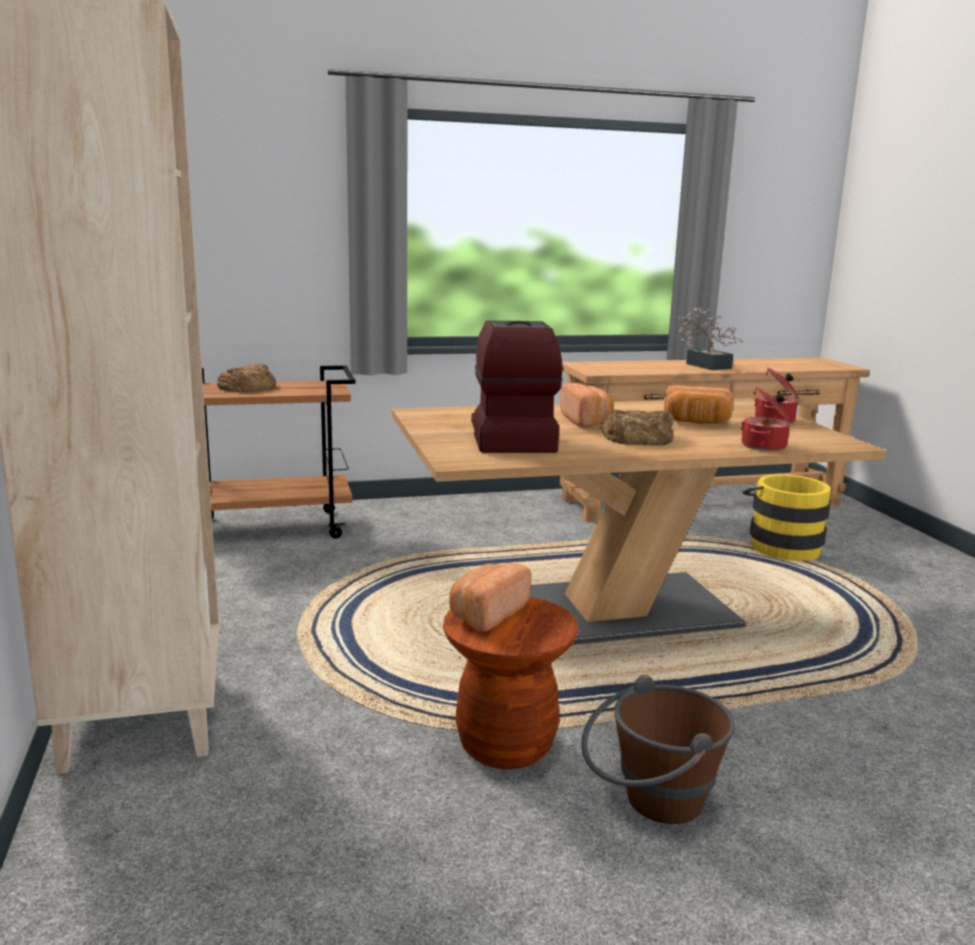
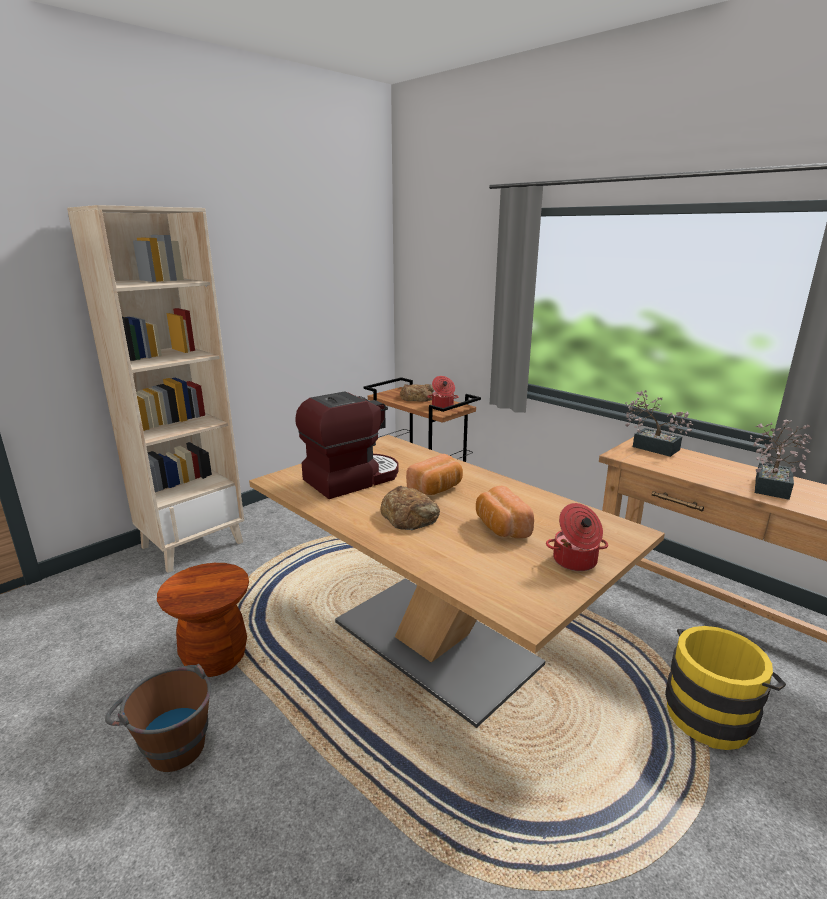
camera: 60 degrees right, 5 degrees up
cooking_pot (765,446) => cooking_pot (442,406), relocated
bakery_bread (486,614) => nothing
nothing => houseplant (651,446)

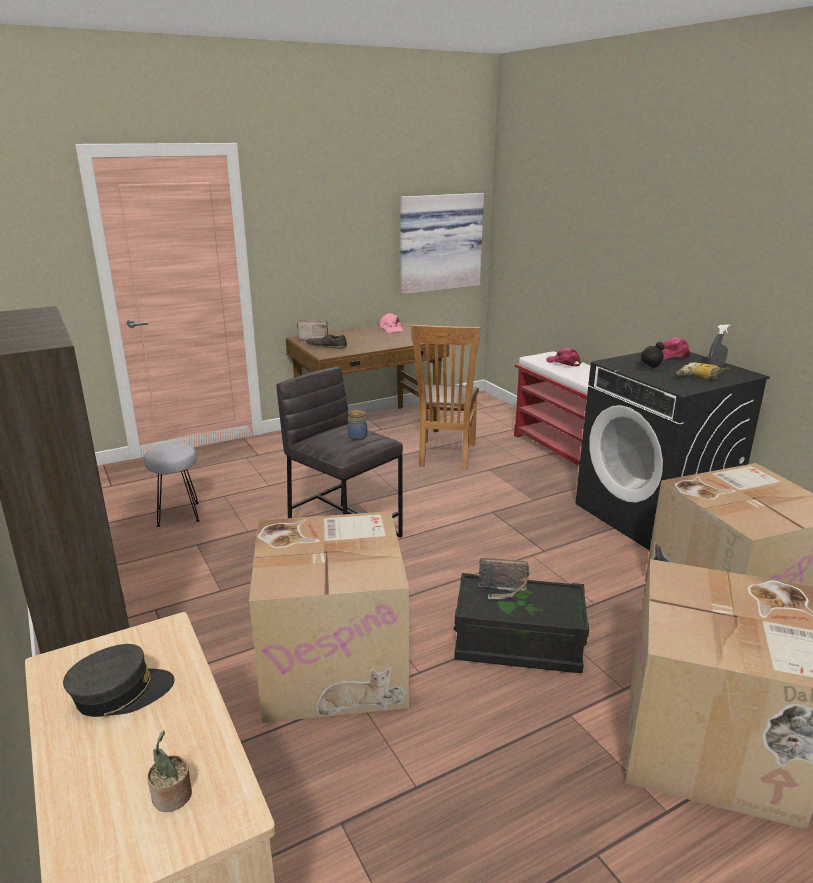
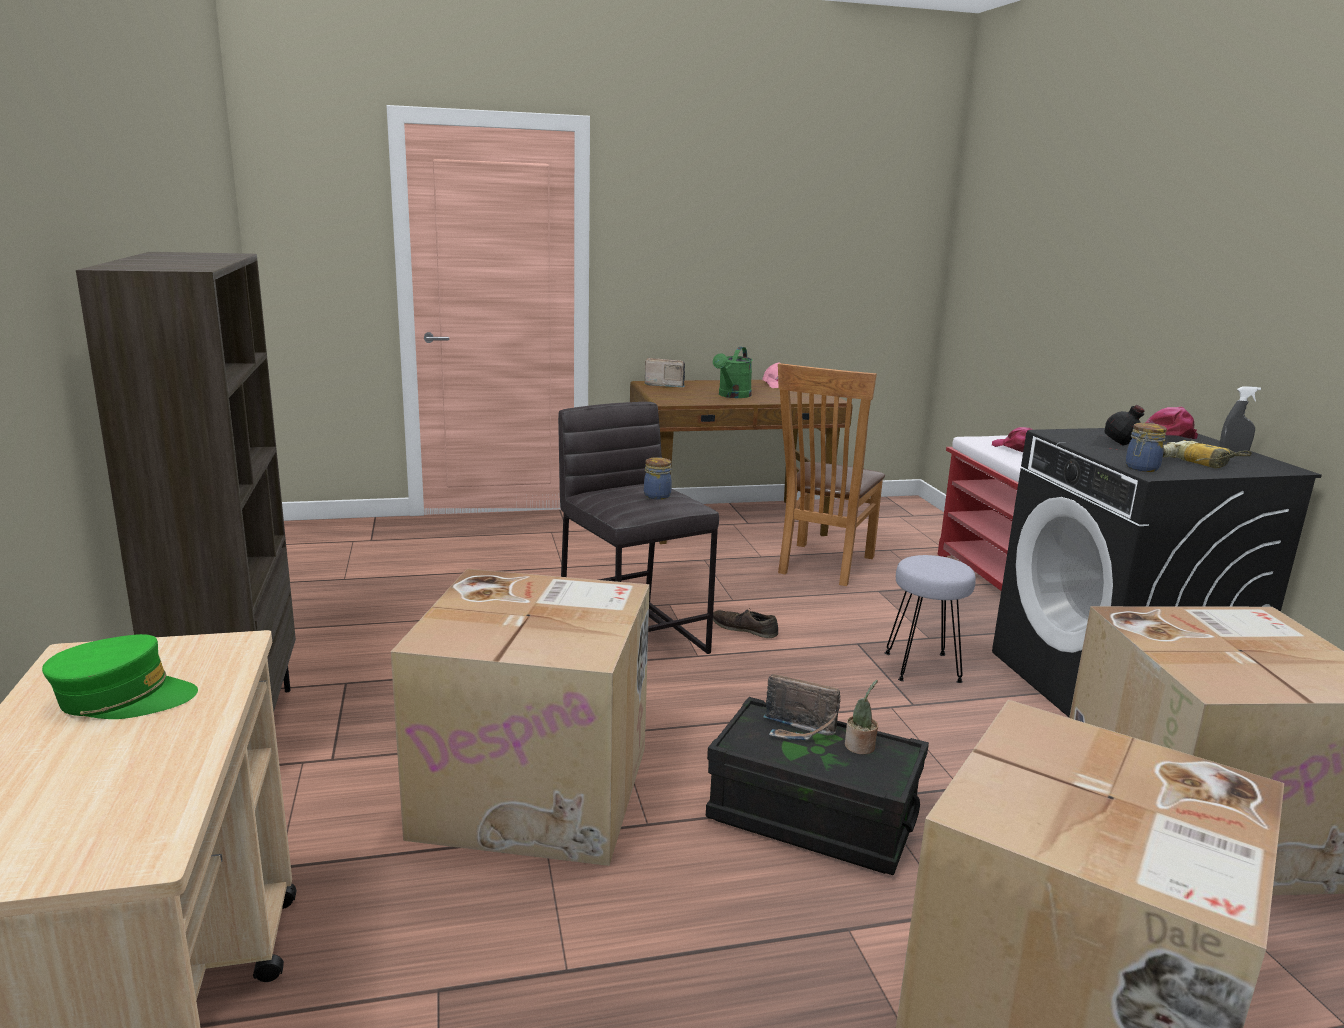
camera: 15 degrees right, 5 degrees down
wall_art (439,242) => nothing
brownish_shoe (326,346) => brownish_shoe (744,629), relocated
greyish_stool_seat (179,515) => greyish_stool_seat (923,667), relocated
greyish_baseball_cap (121,693) => green_baseball_cap (123,698)
houseplant (172,798) => houseplant (860,747), relocated
nothing => green_sprinkling_can (732,396)
nothing => storage_jar (1141,468)

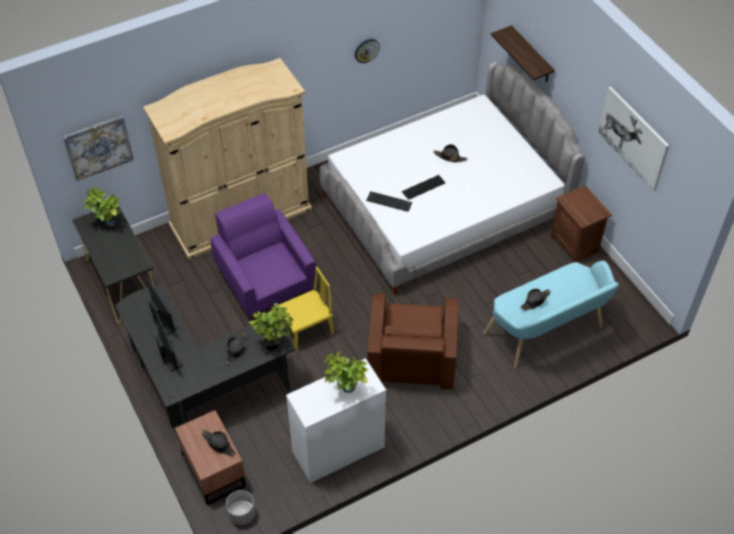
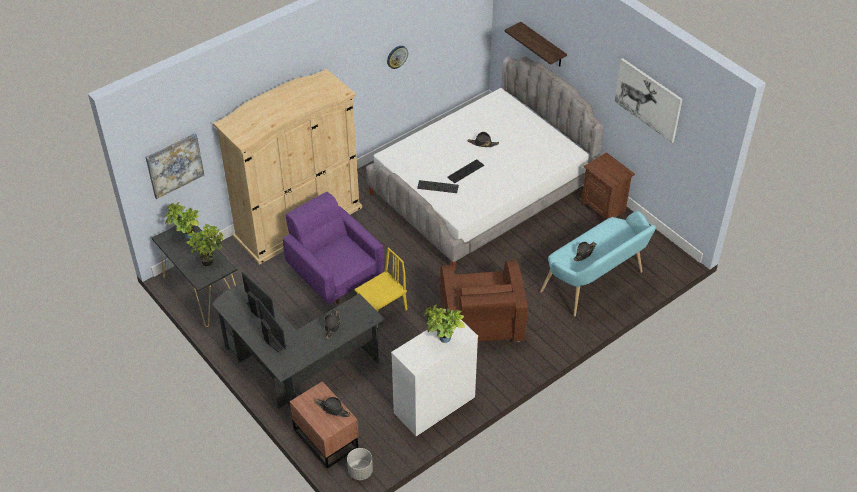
camera: 10 degrees left, 5 degrees down
houseplant (274,343) => houseplant (209,261), relocated

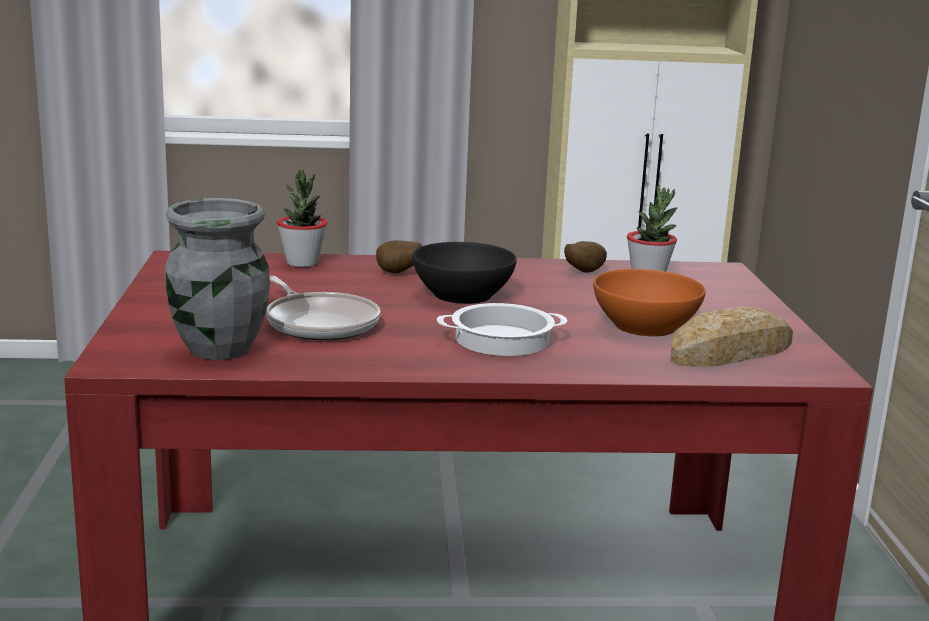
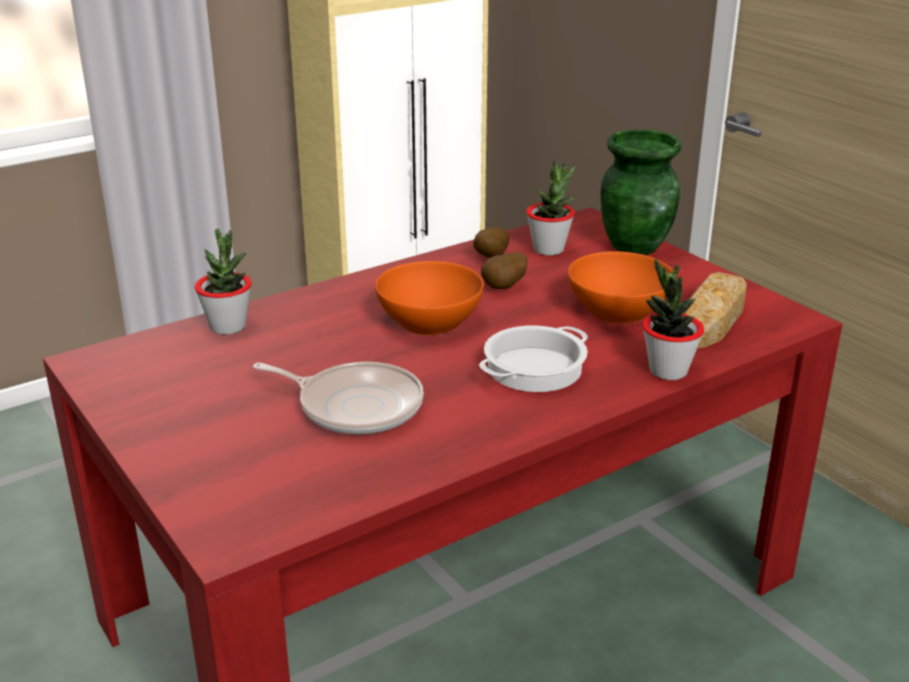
camera: 30 degrees left, 10 degrees up
greyish_decorative_vase (218,350) => nothing
spud (398,273) => spud (504,288), relocated
black_bowl (462,294) => orange_bowl (429,321)
nothing => green_decorative_vase (636,246)
nothing => houseplant (668,371)

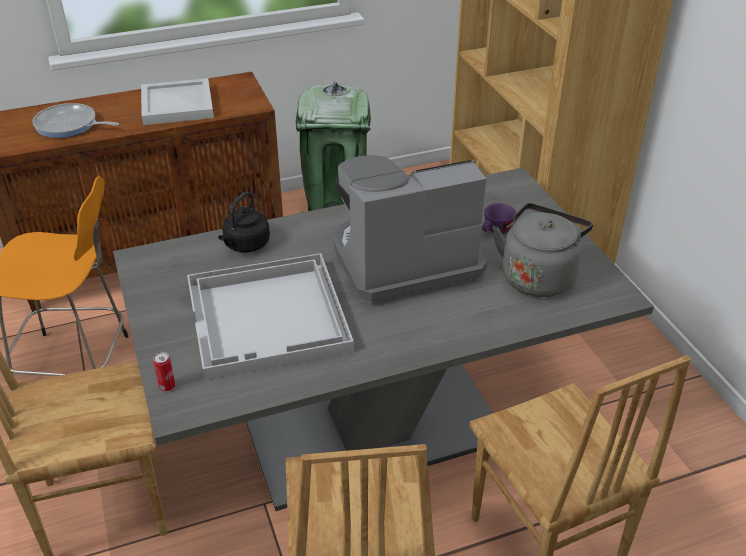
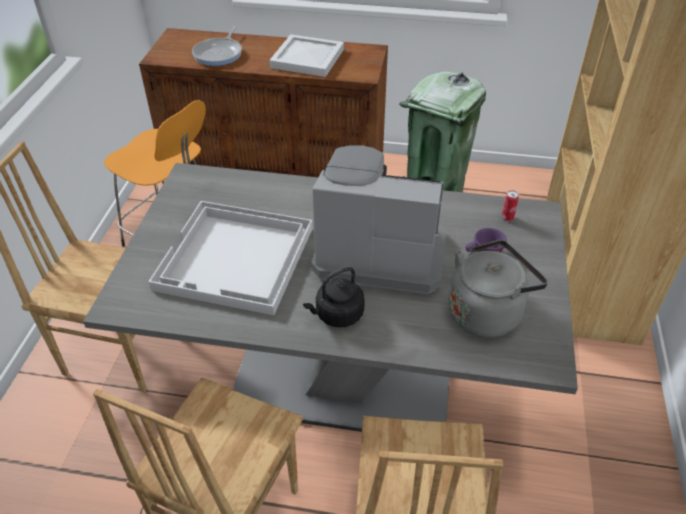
camera: 30 degrees right, 5 degrees up
skillet (69,126) => skillet (219,54), 120 degrees counterclockwise
black_water_kettle (245,245) => black_water_kettle (337,315), relocated
can (167,387) => can (507,218), relocated

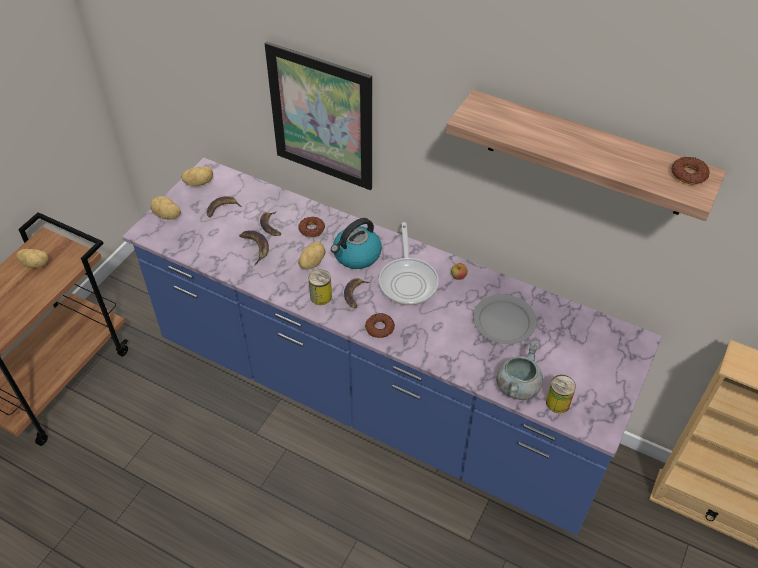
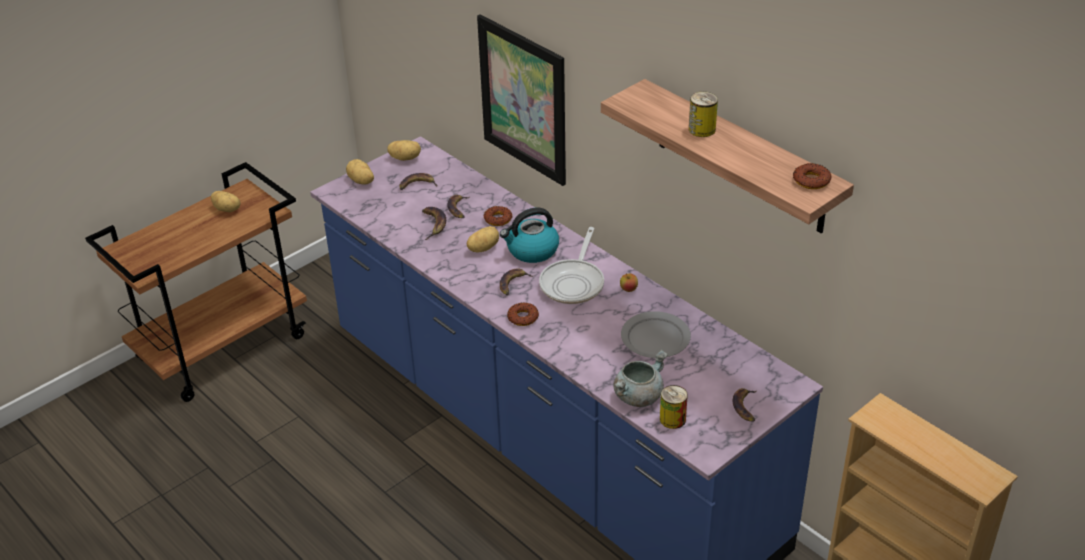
camera: 20 degrees right, 10 degrees down
can (321,296) => can (702,129), relocated
nothing => banana_fruit (745,407)

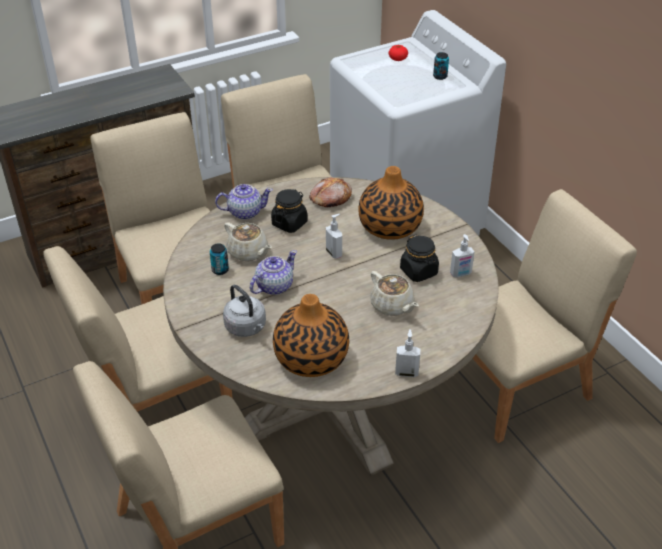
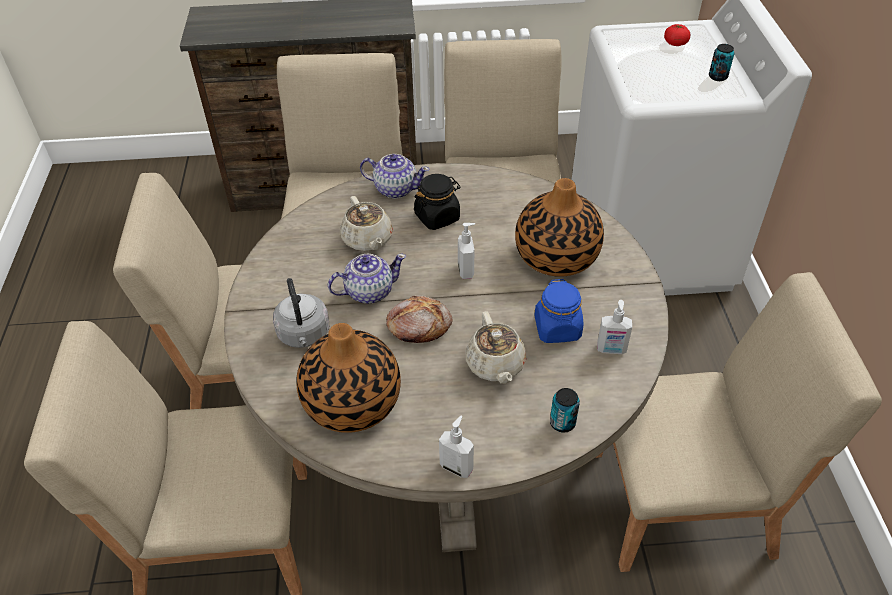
camera: 25 degrees right, 5 degrees up
bakery_bread (330,198) => bakery_bread (418,325), relocated
black_storage_jar (419,271) => blue-coloured_storage_jar (557,329)
can (220,270) => can (562,423), relocated

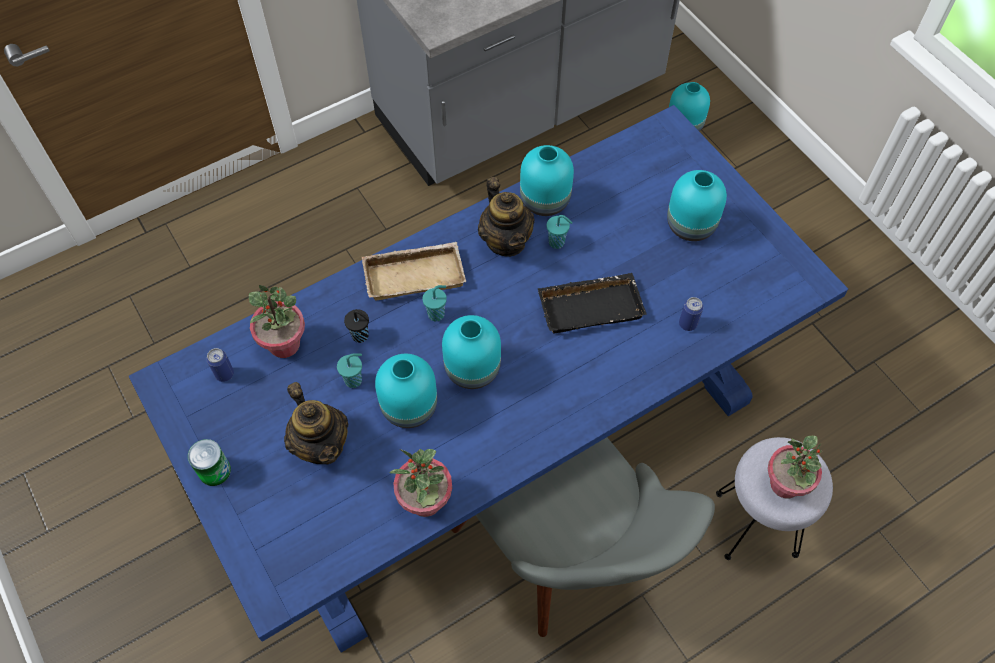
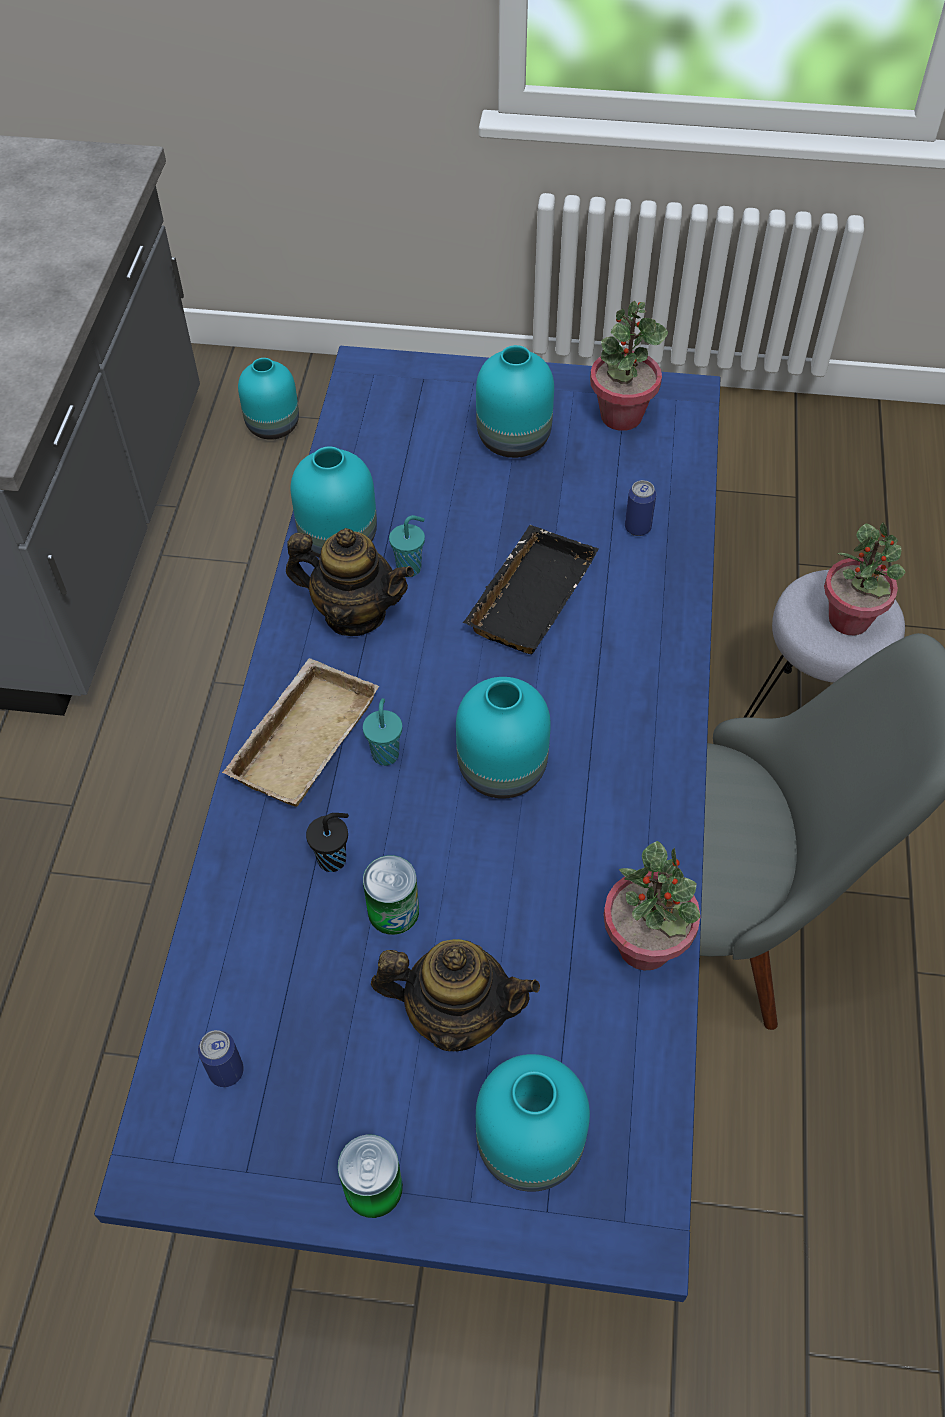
camera: 50 degrees left, 5 degrees down
houseplant (284,344) => houseplant (621,416), relocated
turquoise_small_cup (354,380) => can (393,911)
turquoise_decorative_vase (410,407) => turquoise_decorative_vase (532,1143), relocated

